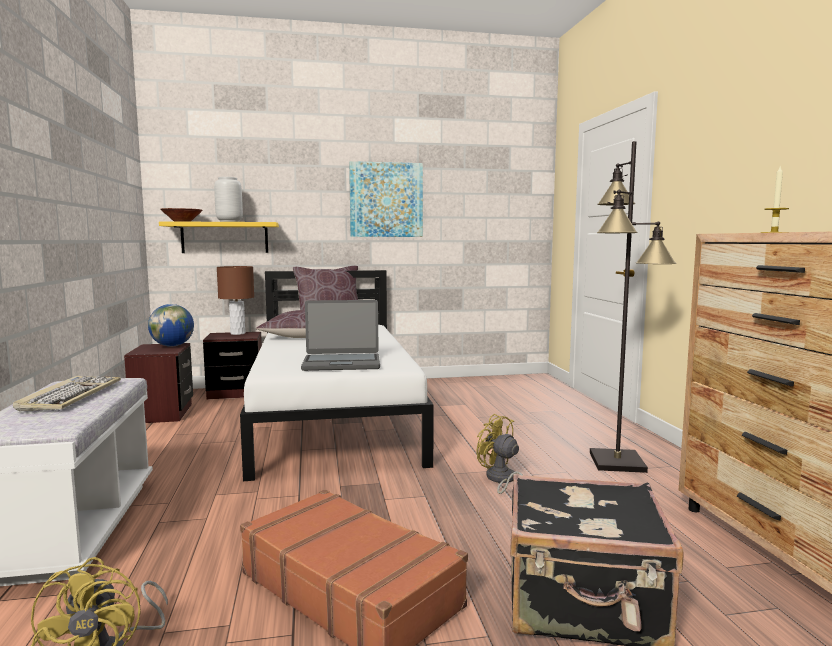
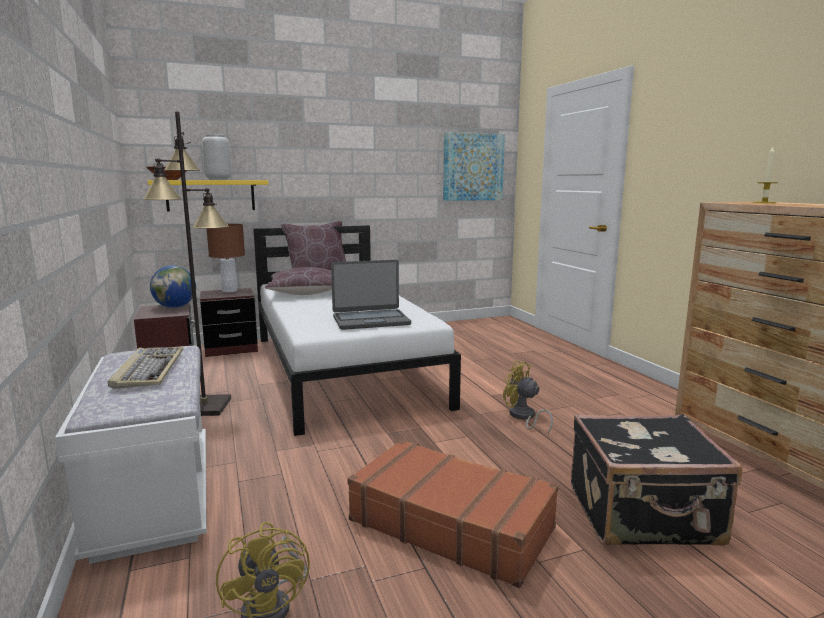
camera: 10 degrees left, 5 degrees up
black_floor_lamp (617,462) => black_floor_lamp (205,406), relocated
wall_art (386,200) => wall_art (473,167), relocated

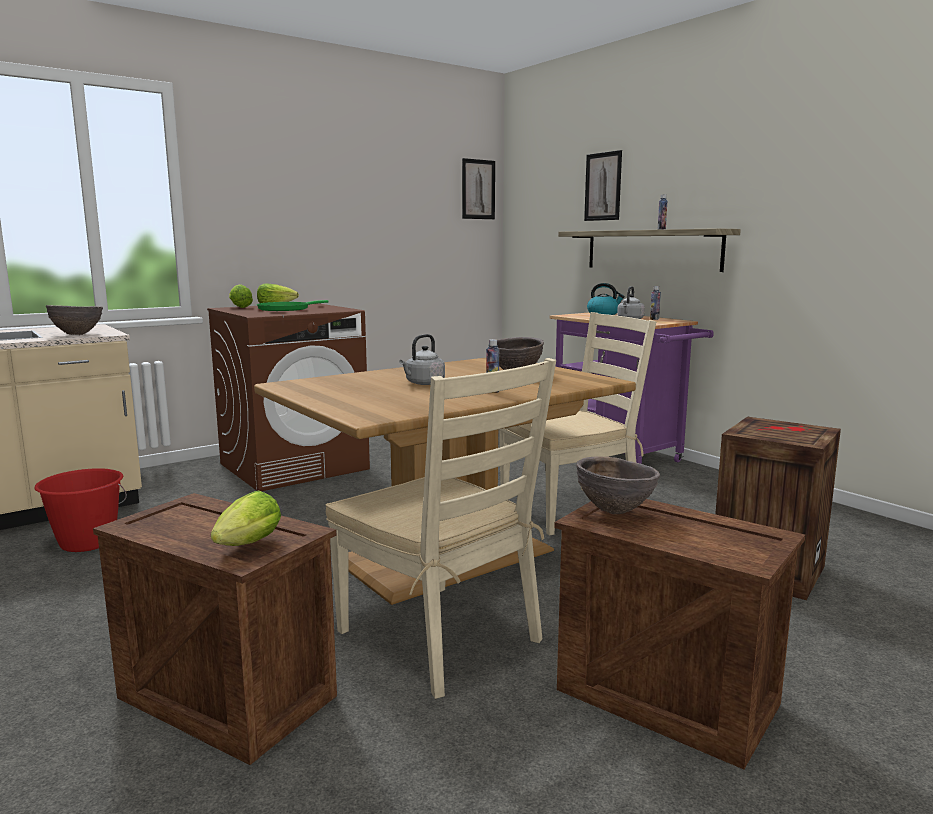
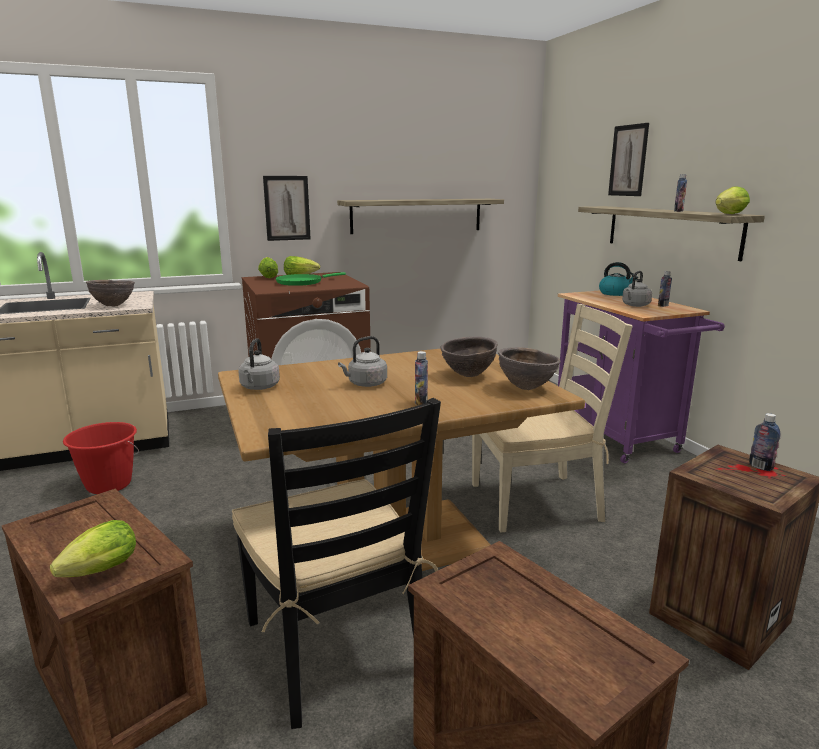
camera: 15 degrees right, 5 degrees up
wall_art (478,189) => wall_art (287,208), relocated
beige_chair (440,636) => black_chair (336,646)
brownish_bowl (615,511) => brownish_bowl (526,388), relocated
nothing => lettuce_head (728,214)
nothing => wall_shelf (417,215)
nothing => greyish_water_kettle (259,387)
nothing => drink_bottle (760,467)

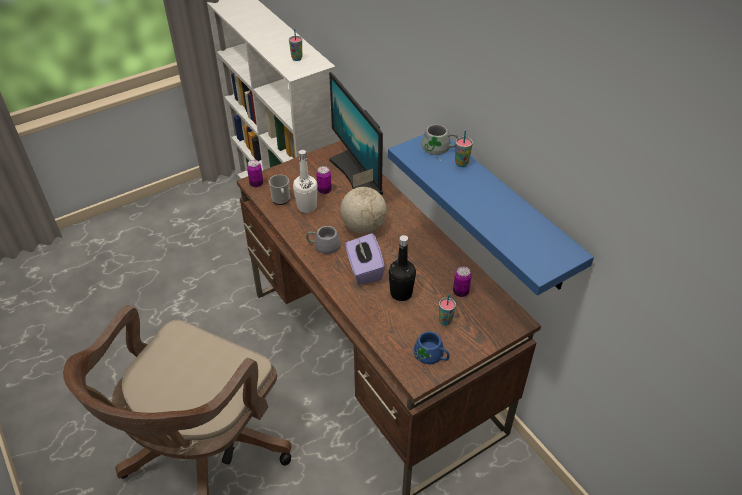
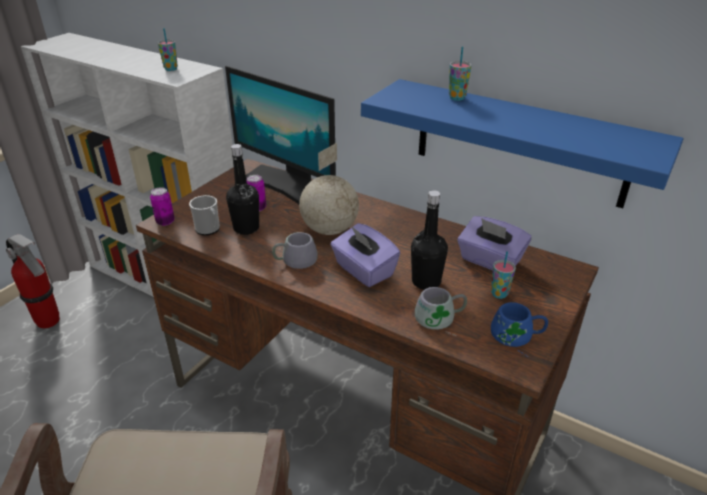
camera: 25 degrees left, 10 degrees down
greyish_coffee_mug (438,149) => greyish_coffee_mug (440,320), relocated
white-coloured_drink_bottle (306,207) => black_drink_bottle (246,228)
can (460,292) => purple-coloured_tissue_box (490,261)
nothing => extinguisher (48,322)

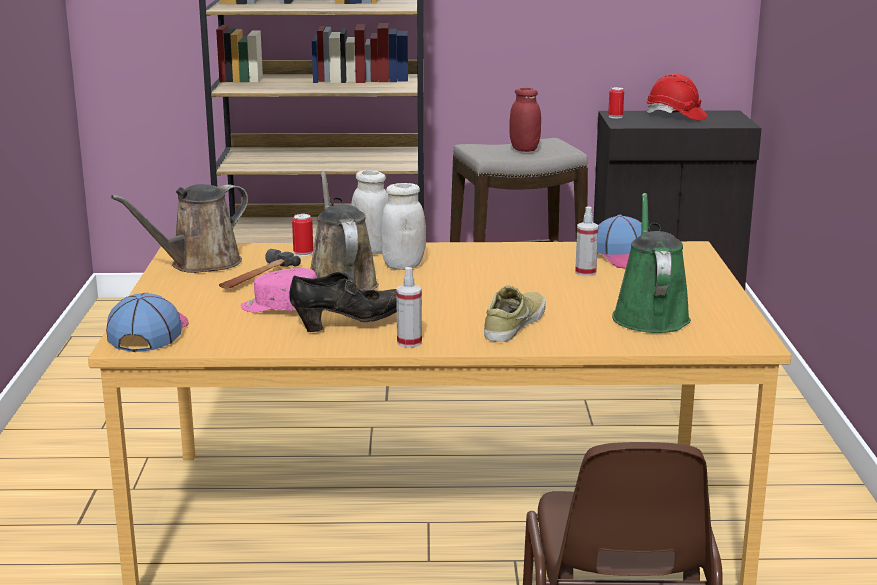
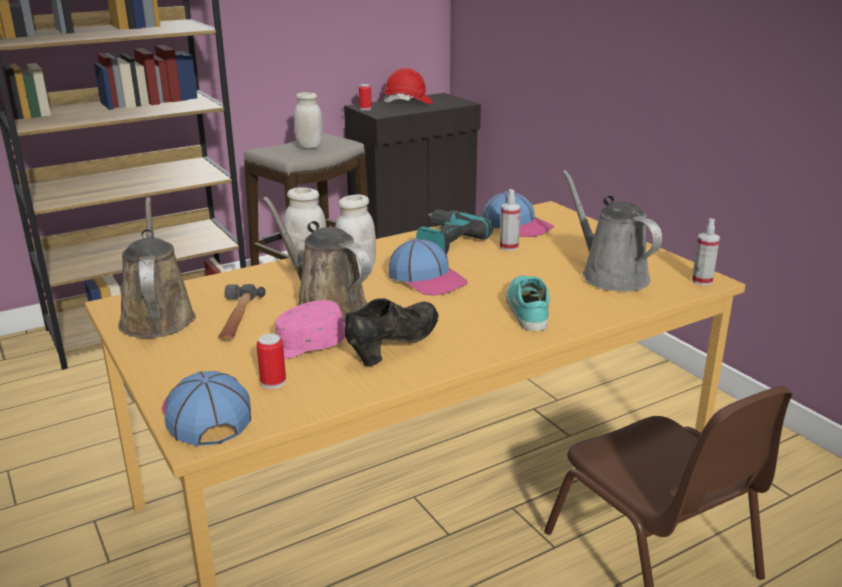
camera: 30 degrees left, 5 degrees up
red_storage_jar (524,149) => white-coloured_storage_jar (309,146)
brownish_sprinkling_can (199,264) => brownish_sprinkling_can (157,317), 150 degrees clockwise
green_sprinkling_can (649,315) => greyish_sprinkling_can (610,275)
can (303,253) => can (273,382), relocated
sprayer (409,343) => sprayer (702,281), relocated
beige_shoe (513,324) => turquoise_shoe (526,309)
nothing => drill (445,242)
nothing => baseball_cap (427,279)

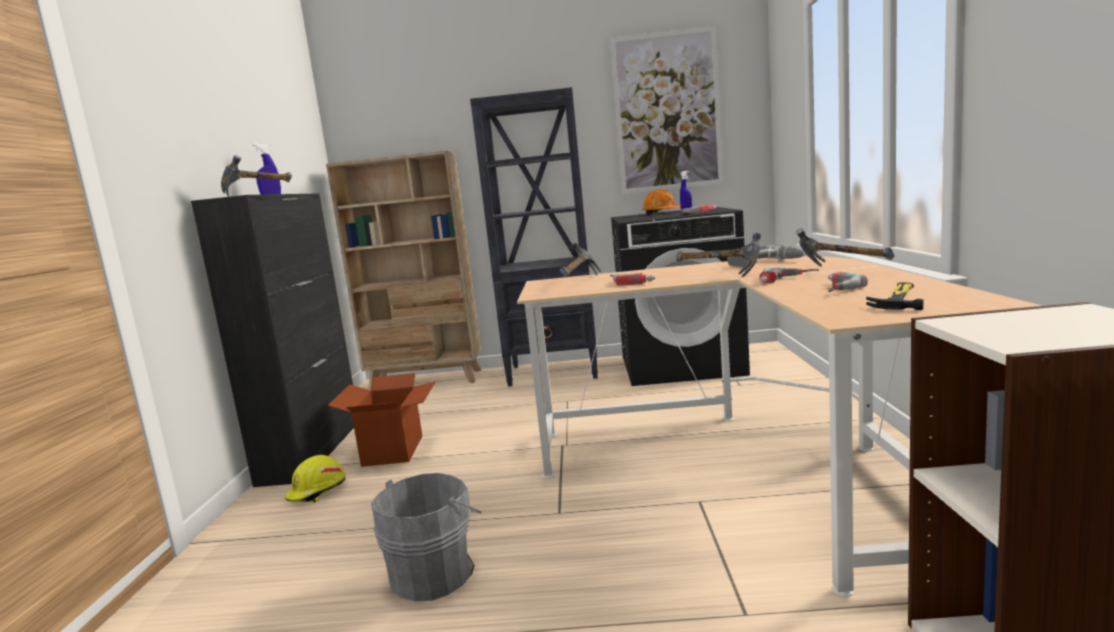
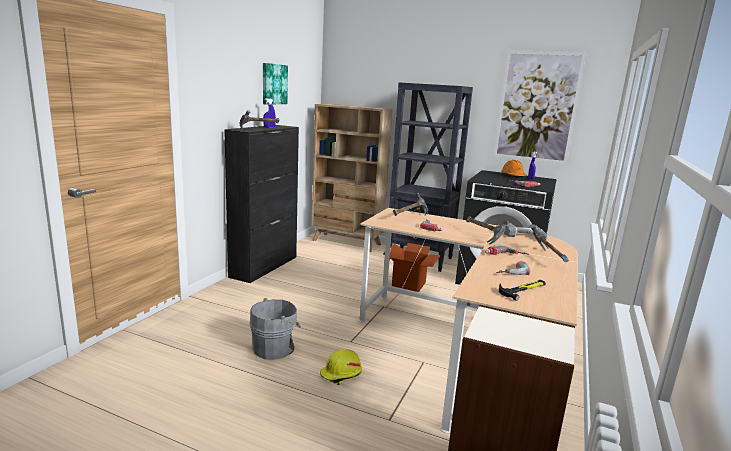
camera: 20 degrees right, 5 degrees up
cardboard_box (394,450) => cardboard_box (409,286), relocated
yellow-coloured_hard_hat (317,491) => yellow-coloured_hard_hat (341,374), relocated
nothing => wall_art (273,84)

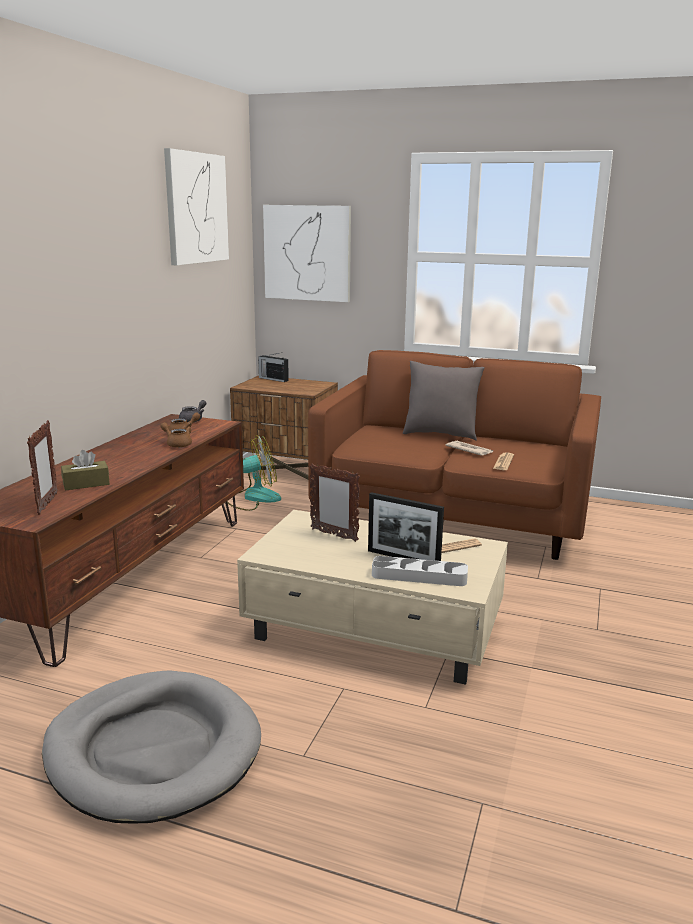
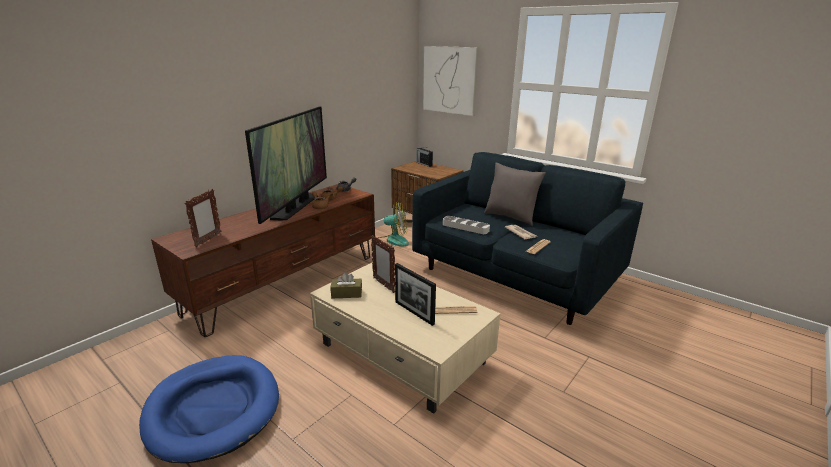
camera: 20 degrees right, 5 degrees up
wall_art (196,208) => nothing
brownish_sofa (453,516) => blue-coloured_sofa (514,275)
brownish_tissue_box (86,484) => brownish_tissue_box (346,294), relocated
greyish_serving_tray (419,576) => greyish_serving_tray (465,227), relocated
greyish_pet_bed (153,750) => blue-coloured_pet_bed (213,409)
nothing => television (296,207)

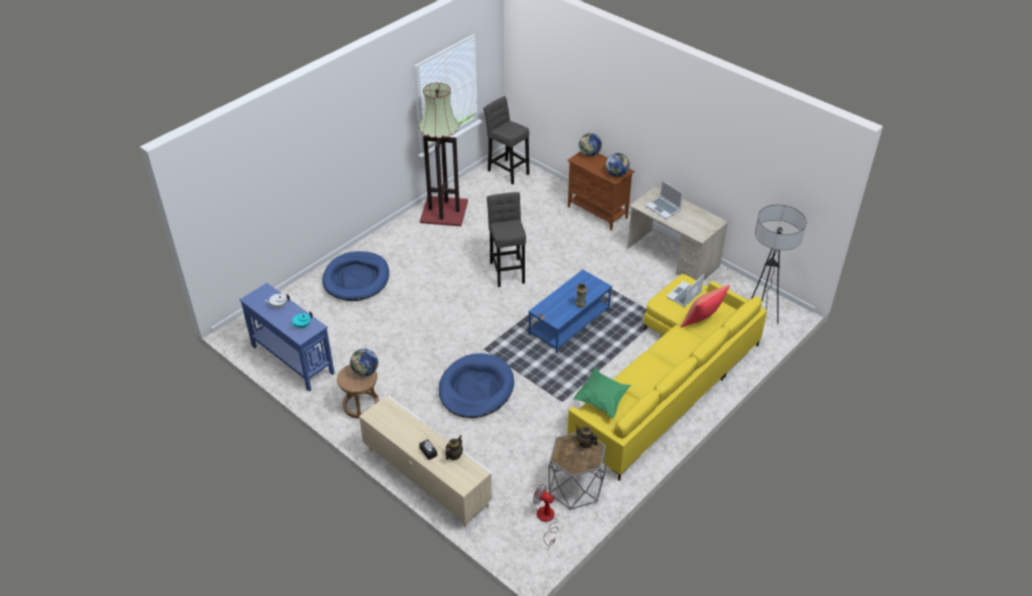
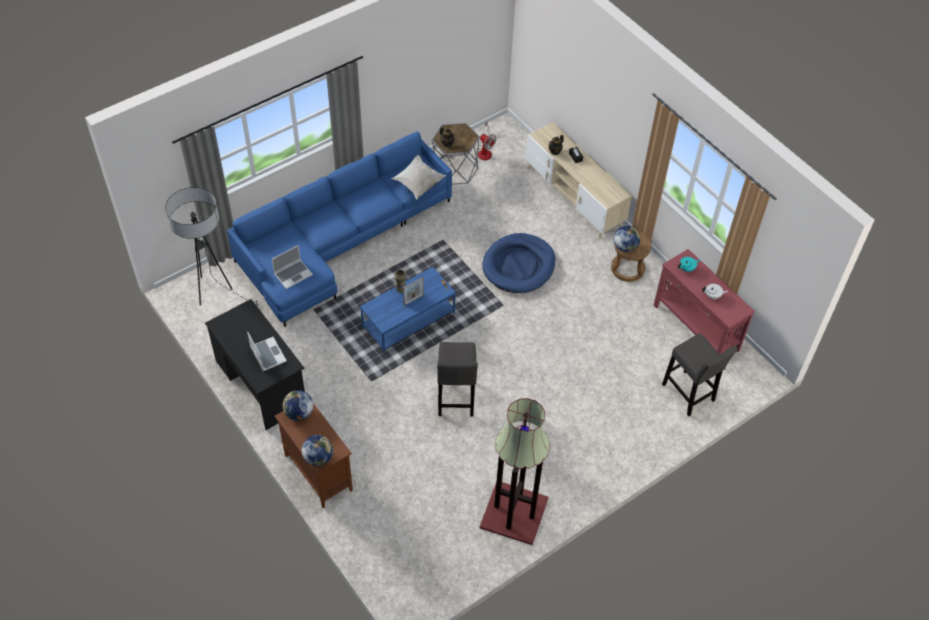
camera: 170 degrees left, 10 degrees up
greyish_stool_seat (507,171) => greyish_stool_seat (689,395), relocated
beige_desk_table (673,257) => black_desk_table (261,383)
blue-coloured_pet_bed (356,279) => nothing
yellow-coloured_sofa (668,381) => blue-coloured_sofa (338,242)
blue-coloured_hall_table (292,359) => red_hall_table (696,328)
red_cushion (702,320) => nothing
green_cushion (602,399) => white-coloured_cushion (418,184)
nothing => photo_frame (413,300)

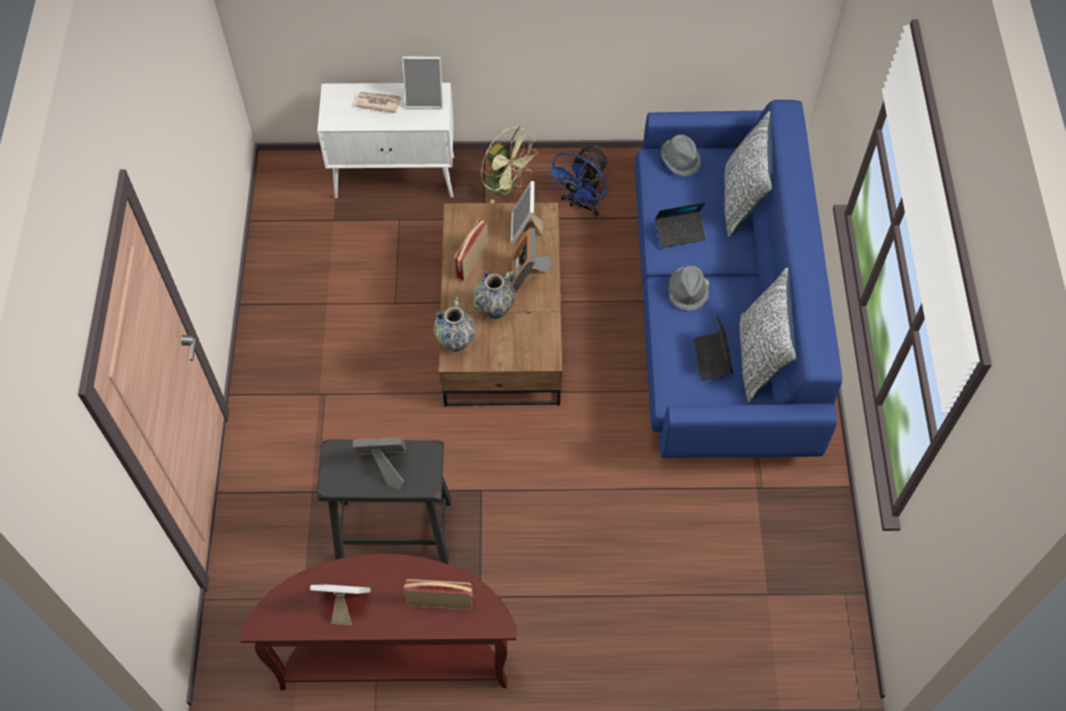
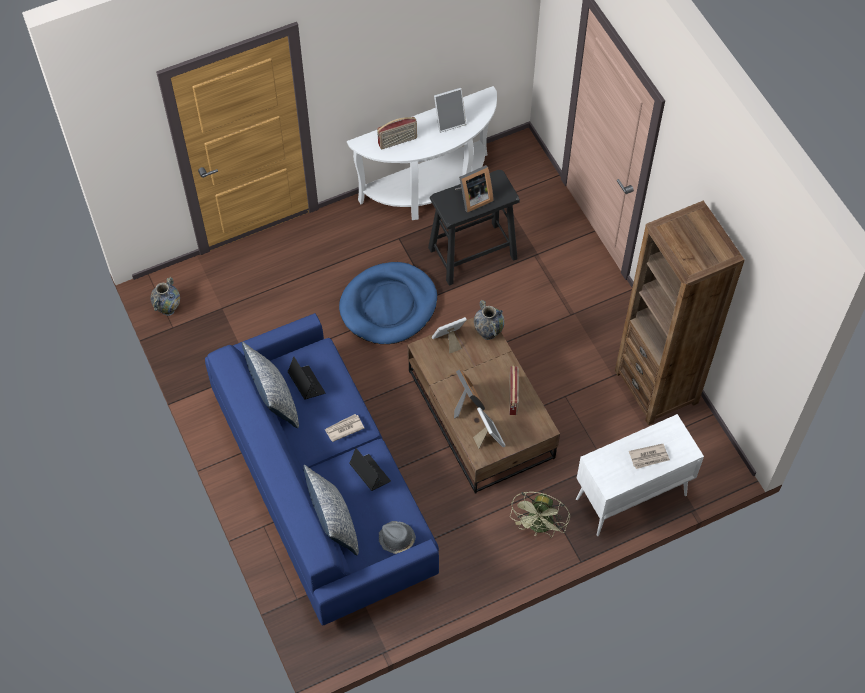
camera: 155 degrees right, 0 degrees up
photo_frame (425,98) => photo_frame (449,341), relocated
green_electric_fan (506,186) => green_electric_fan (539,526), 90 degrees counterclockwise
blue-coloured_electric_fan (581,204) => nothing
notebook_computer (680,232) => notebook_computer (370,474), 90 degrees clockwise
greyish_hat (688,291) => daily_paper (344,428)
decorative_vase (495,311) => decorative_vase (168,309), relocated
brownish_hall_table (395,655) => white-coloured_hall_table (430,190)
nothing => brownish_shelving_unit (656,386)
nothing => blue-coloured_pet_bed (388,306)

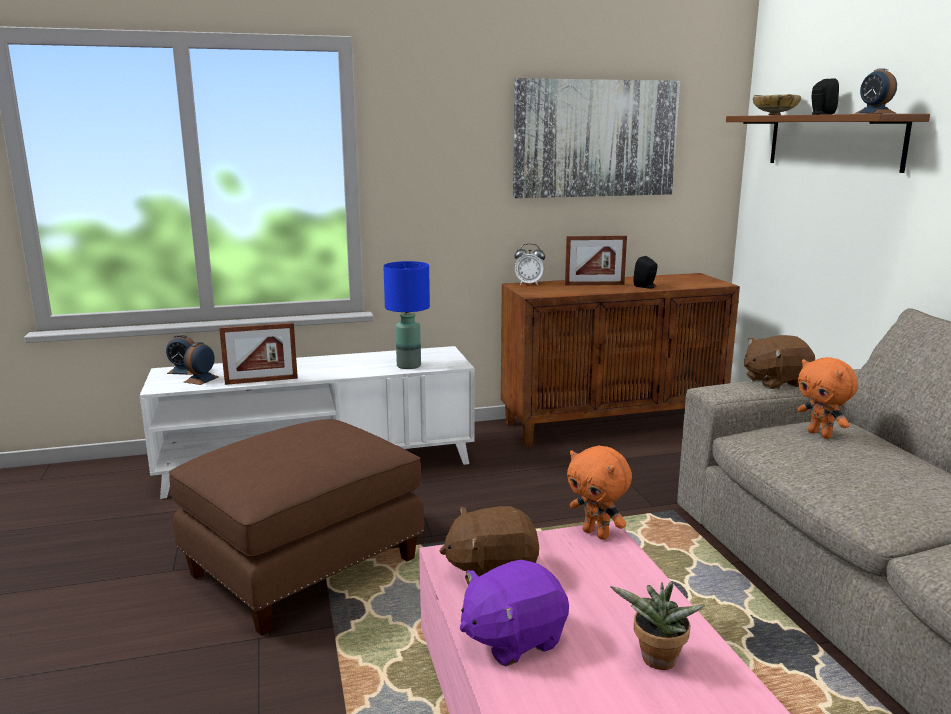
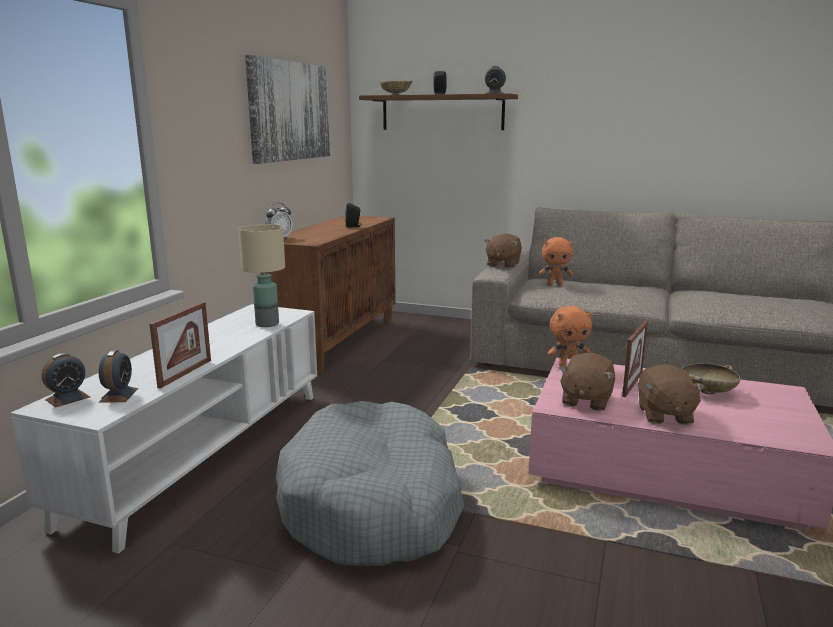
camera: 55 degrees left, 0 degrees up
photo_frame (594,284) => photo_frame (632,384), relocated
blue-coloured_tabletop_lamp (408,366) => beige_tabletop_lamp (266,324)
table_clock (201,379) => table_clock (118,395), 150 degrees counterclockwise
brownish_footrest (304,566) => greyish_pet_bed (373,504)
purple-coloured_cuddly_toy (512,638) => brownish_cuddly_toy (664,415)
houseplant (656,662) => beige_bowl (707,391)

